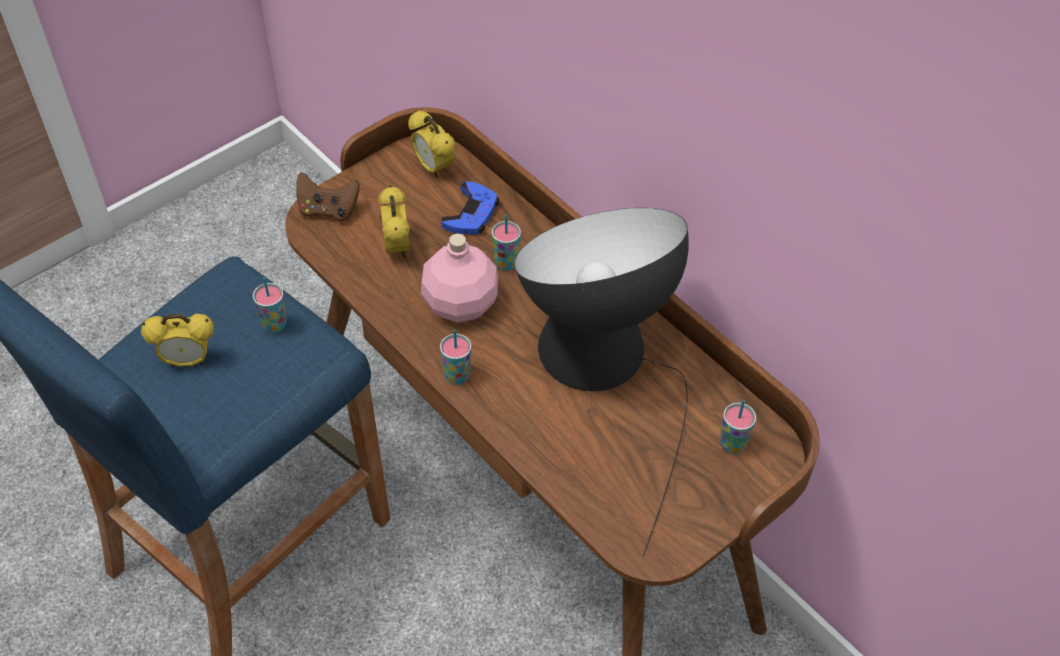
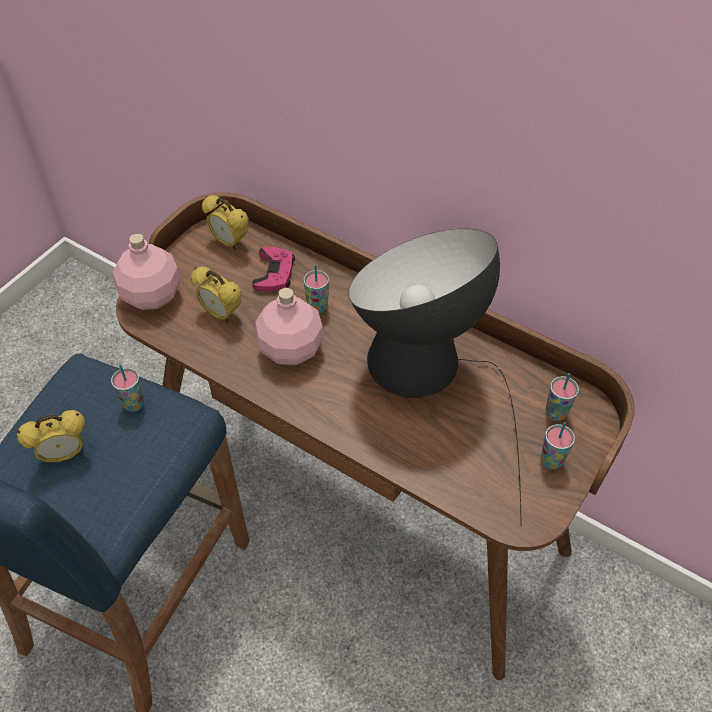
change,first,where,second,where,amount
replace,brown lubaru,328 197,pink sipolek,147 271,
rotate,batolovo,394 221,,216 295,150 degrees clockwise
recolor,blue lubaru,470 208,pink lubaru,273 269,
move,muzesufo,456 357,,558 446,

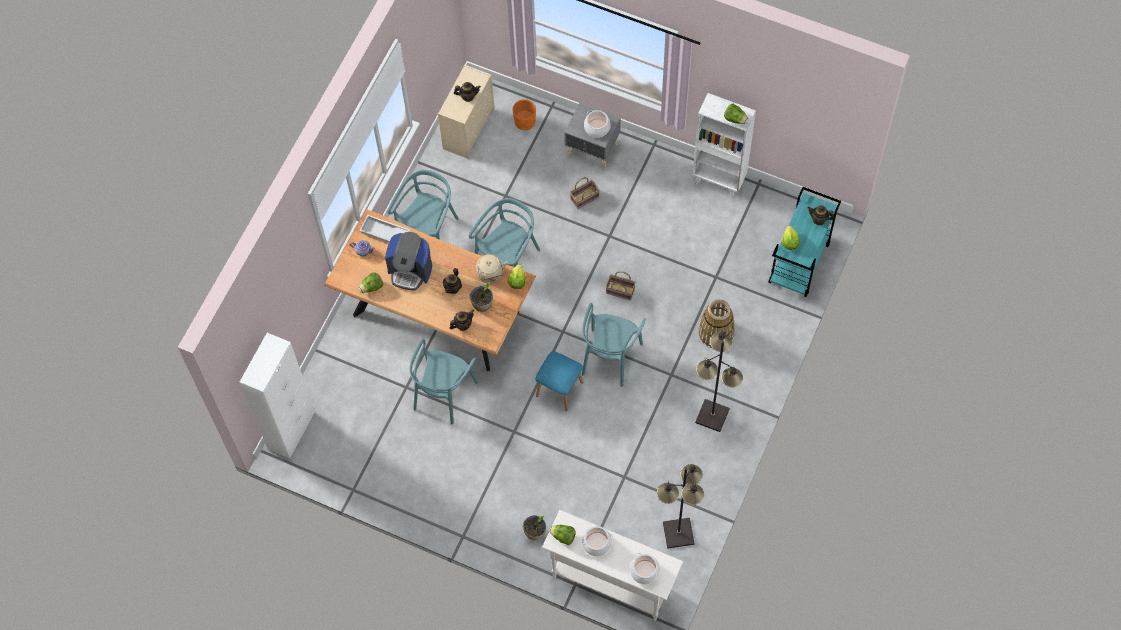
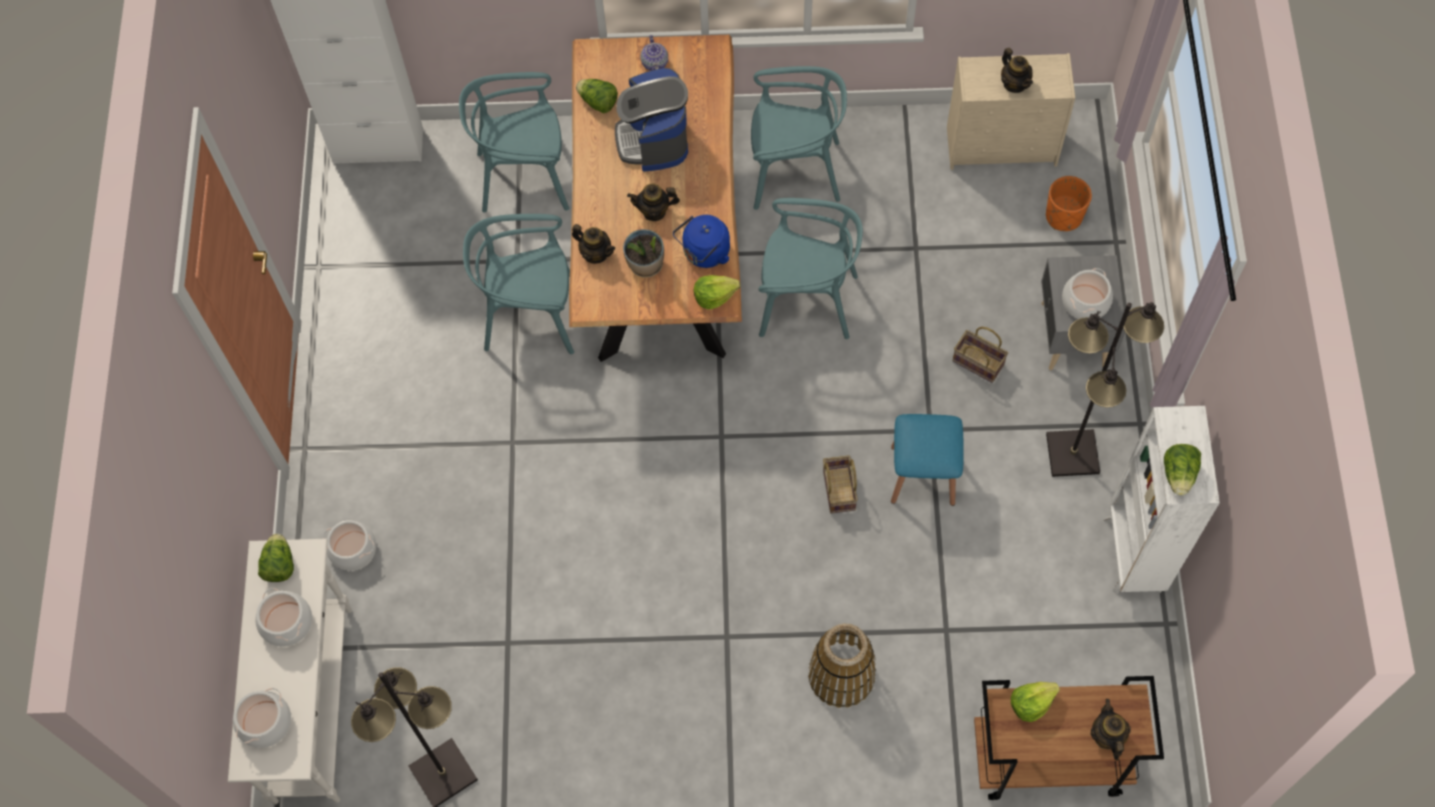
change,first,where,second,where,amount
replace,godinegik,534 528,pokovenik,349 545,
move,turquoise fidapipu,614 345,,514 142,
recolor,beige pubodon,491 268,blue pubodon,701 241,
move,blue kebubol,559 381,,927 460,
recolor,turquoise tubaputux,804 242,brown tubaputux,1069 738,
move,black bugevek,719 381,,1105 389,
delete,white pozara,384 228,,,

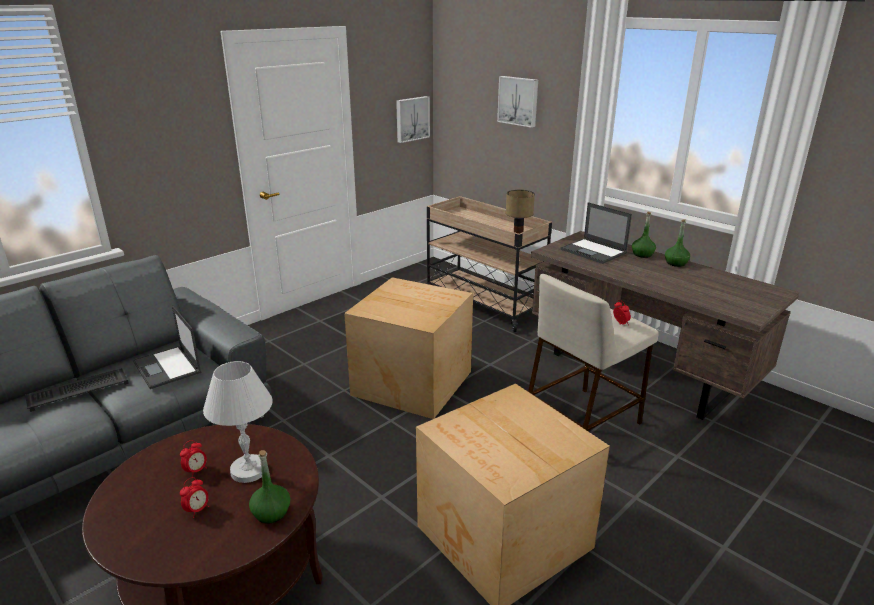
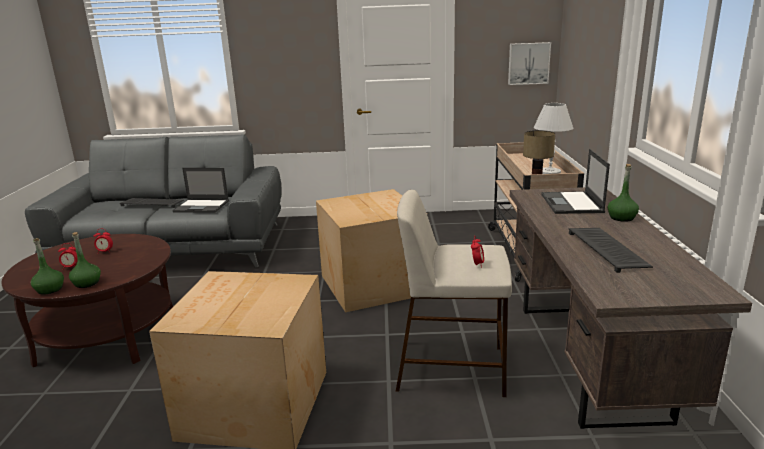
change,first,where,second,where,amount
move,green sipolek,677 243,,47 266,
rotate,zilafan,167 347,,200 190,90 degrees counterclockwise
move,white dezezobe,238 422,,553 138,
insert,,,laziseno,611 250,
delete,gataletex,517 102,,,

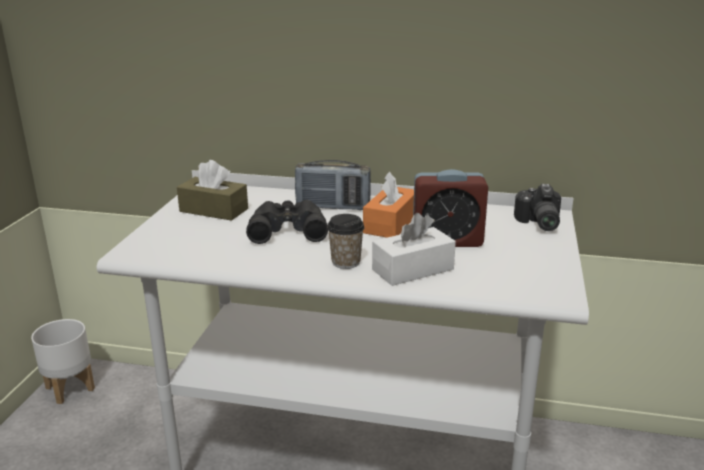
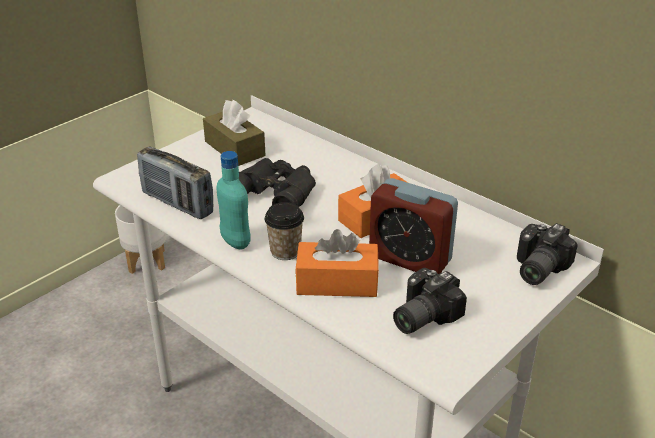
change,first,where,second,where,amount
move,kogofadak,333 185,,175 183,
insert,,,turquoise sipolek,233 200,
recolor,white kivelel,414 249,orange kivelel,337 263,
insert,,,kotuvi,430 301,

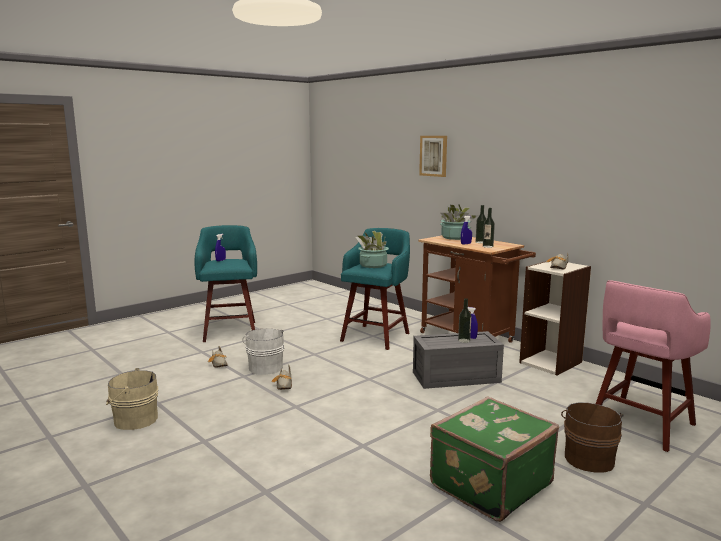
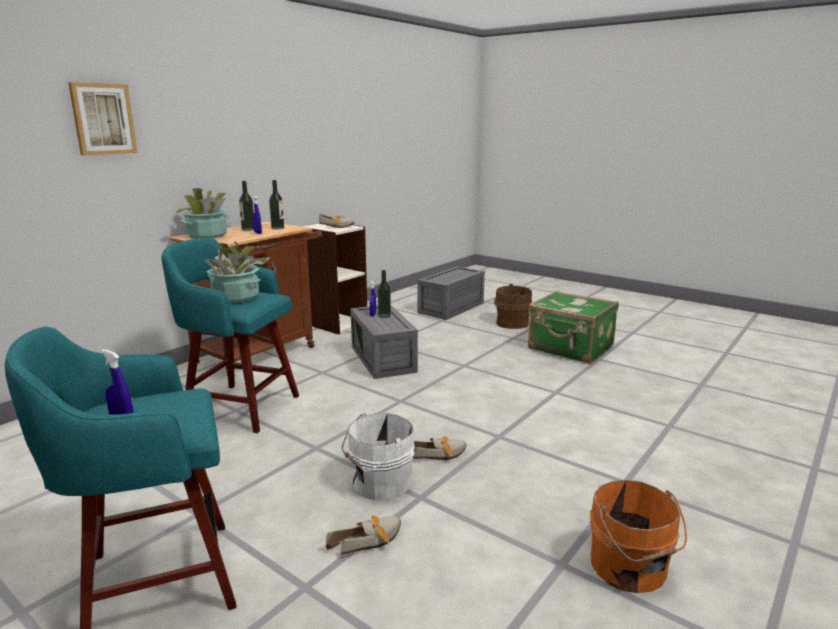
change,first,where,second,where,amount
replace,pink kebubol,653 366,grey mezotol,451 293,
recolor,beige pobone,132 399,orange pobone,638 536,

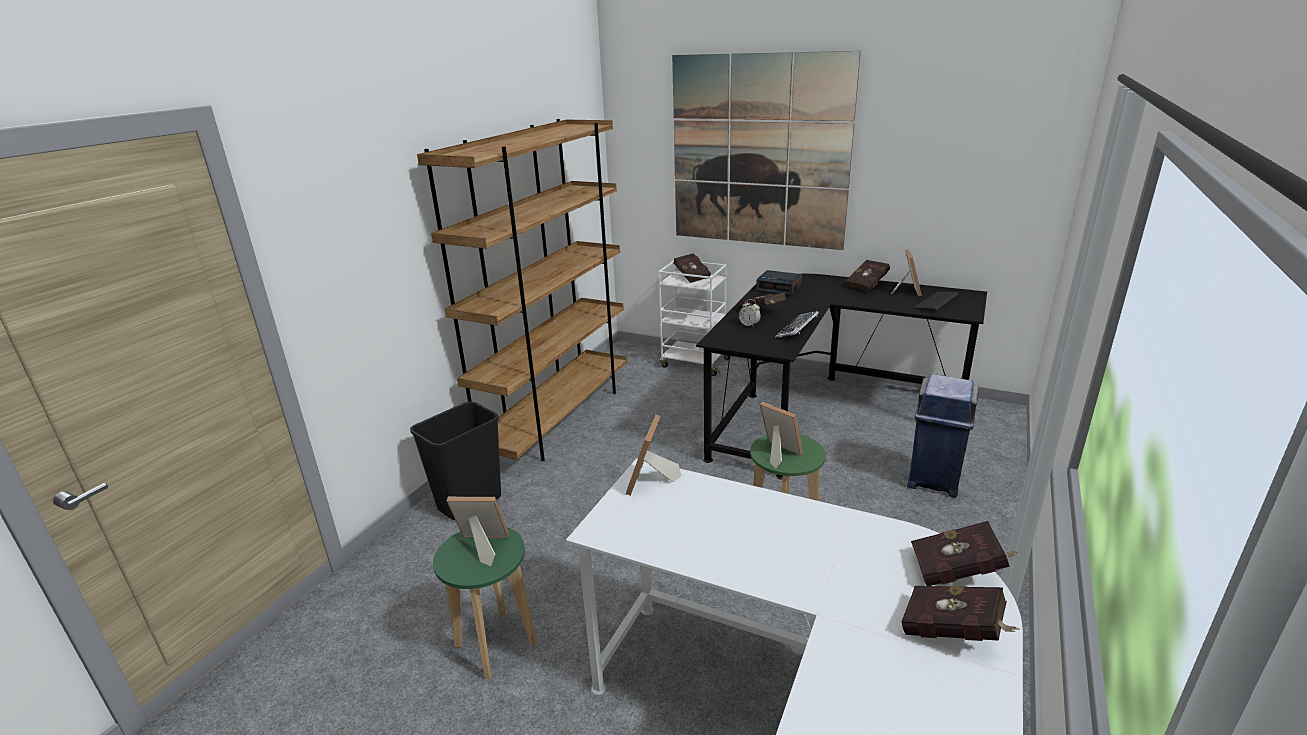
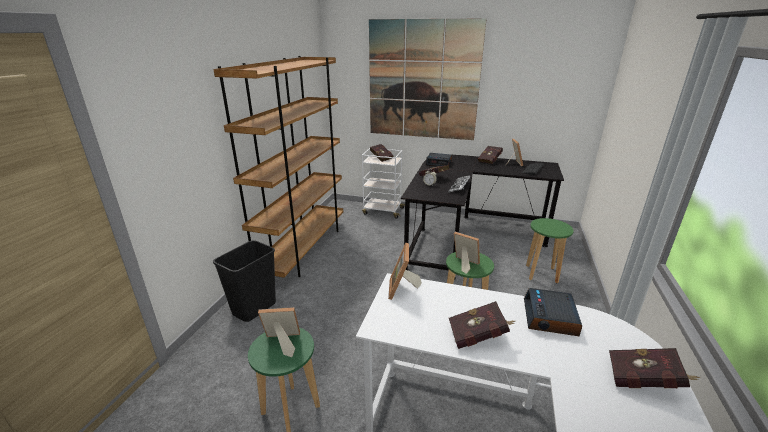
change,first,where,second,where,amount
move,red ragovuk,964 553,,482 325,
insert,,,batolovo,553 312,
replace,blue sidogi,943 436,green kebubol,550 250,

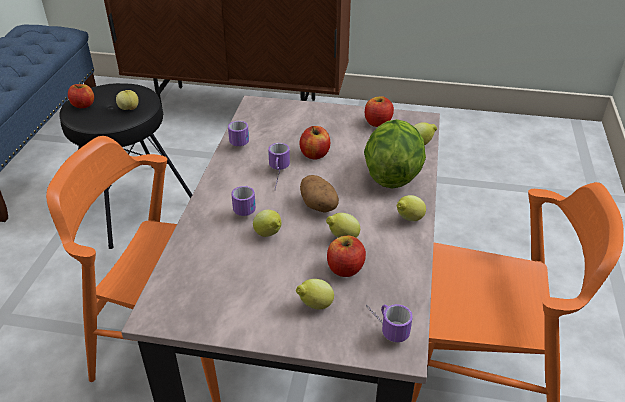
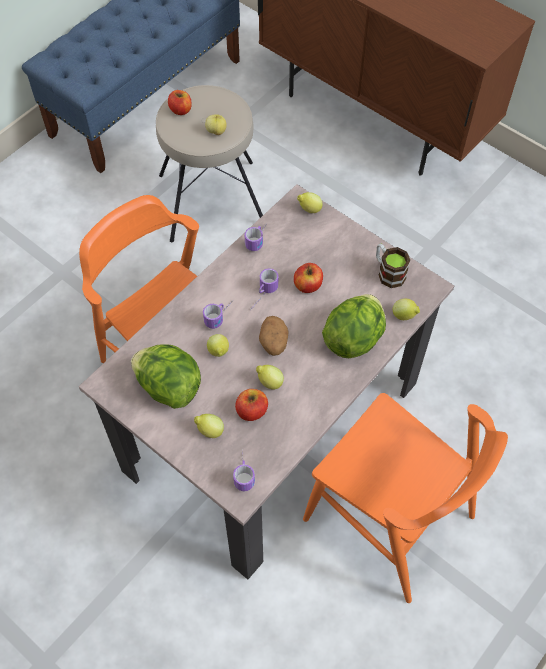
change,first,where,second,where,amount
insert,,,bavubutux,166 376,
recolor,black kebubol,125 166,beige kebubol,209 163,
move,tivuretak,411 208,,310 202,
replace,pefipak,379 111,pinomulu,393 265,

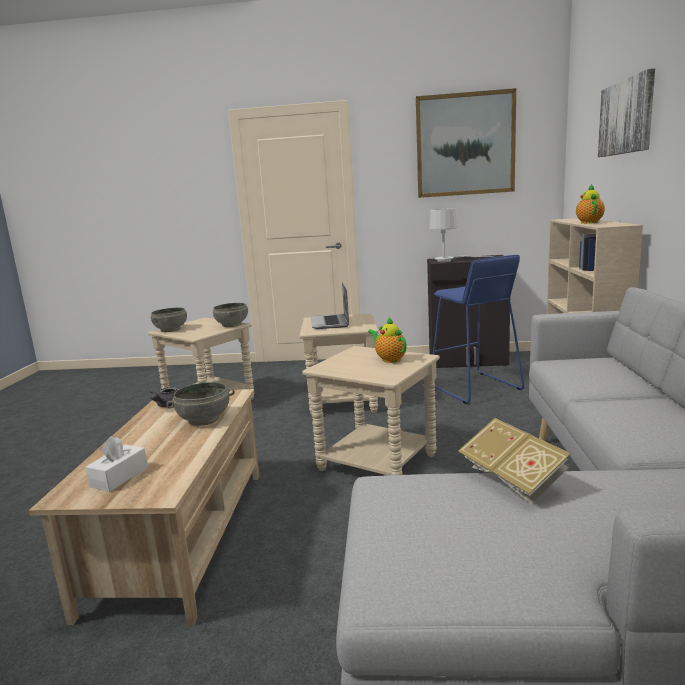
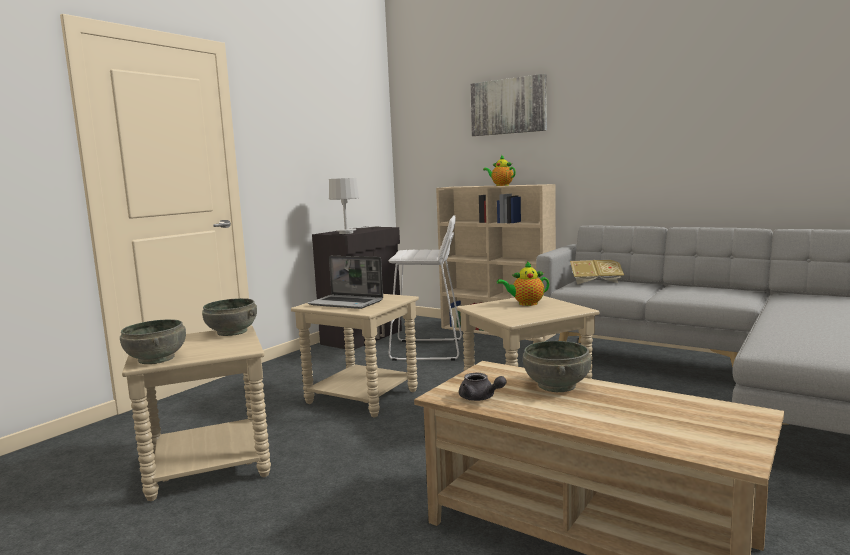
change,first,where,second,where,amount
recolor,blue kebubol,478 329,white kebubol,425 288,
move,ragovuk,514 461,,597 272,
delete,white kivelel,116 464,,,
delete,gataletex,466 143,,,

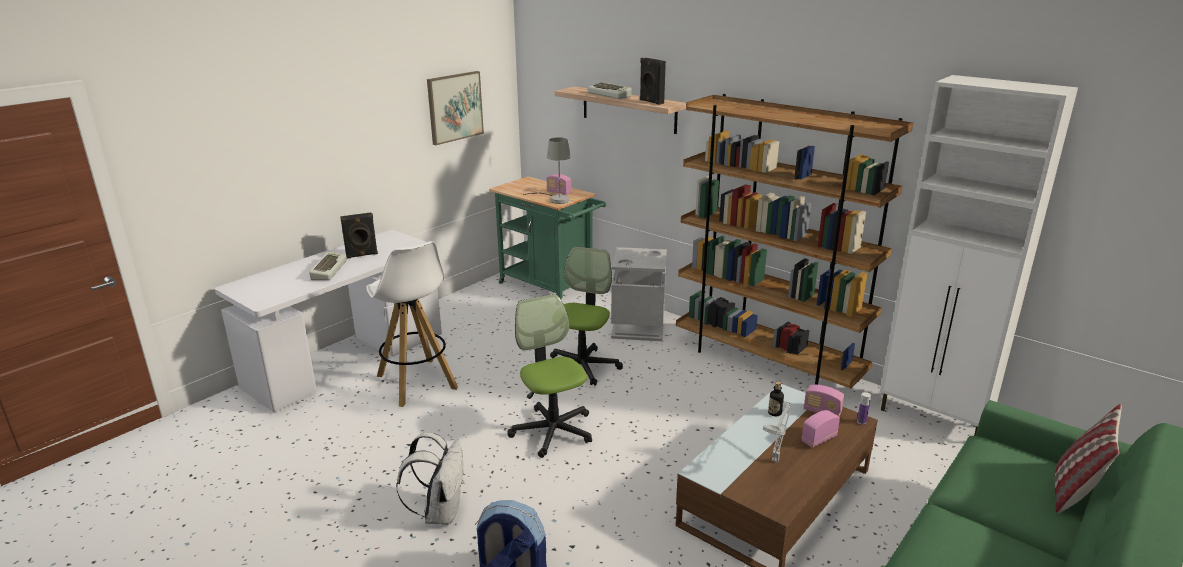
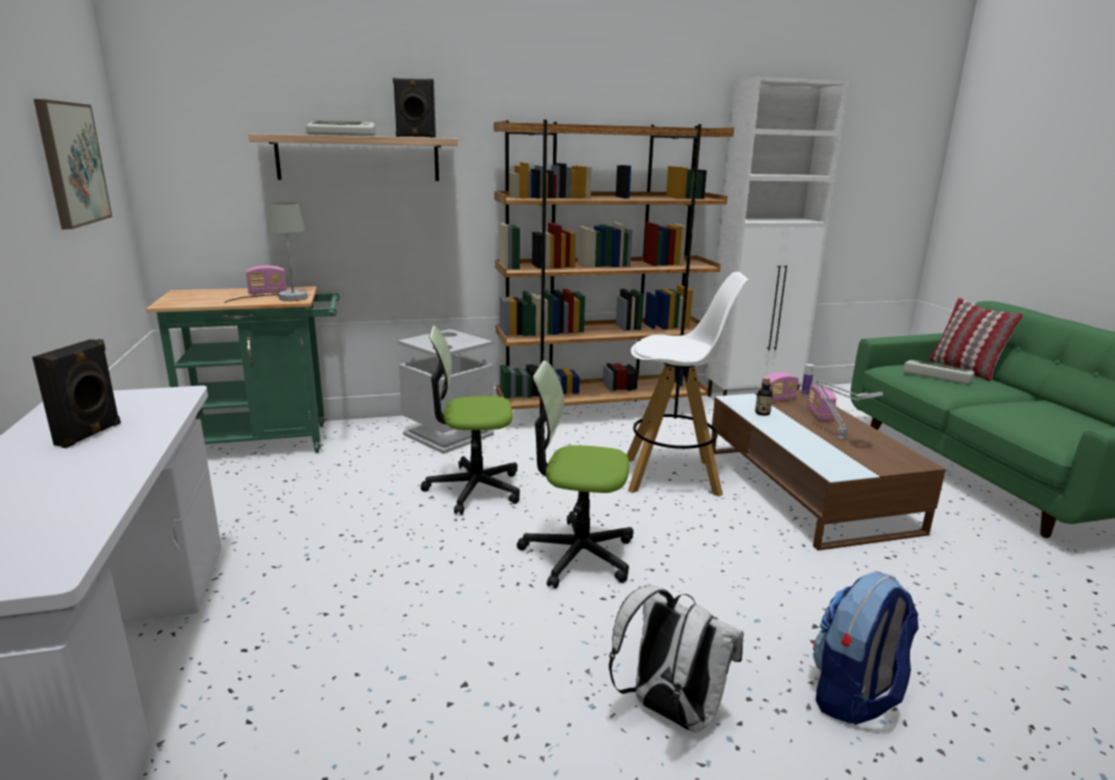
change,first,where,second,where,amount
rotate,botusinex,586 316,,470 420,60 degrees counterclockwise
move,white kebubol,412 324,,688 384,
move,laziseno,328 266,,938 372,

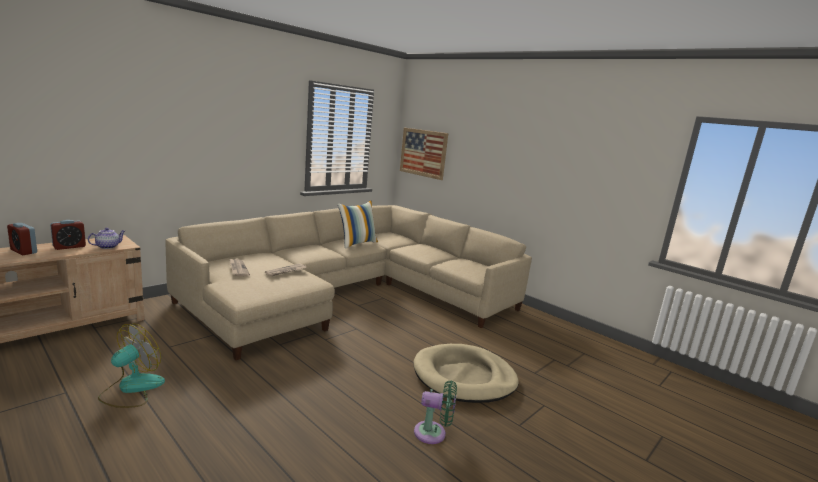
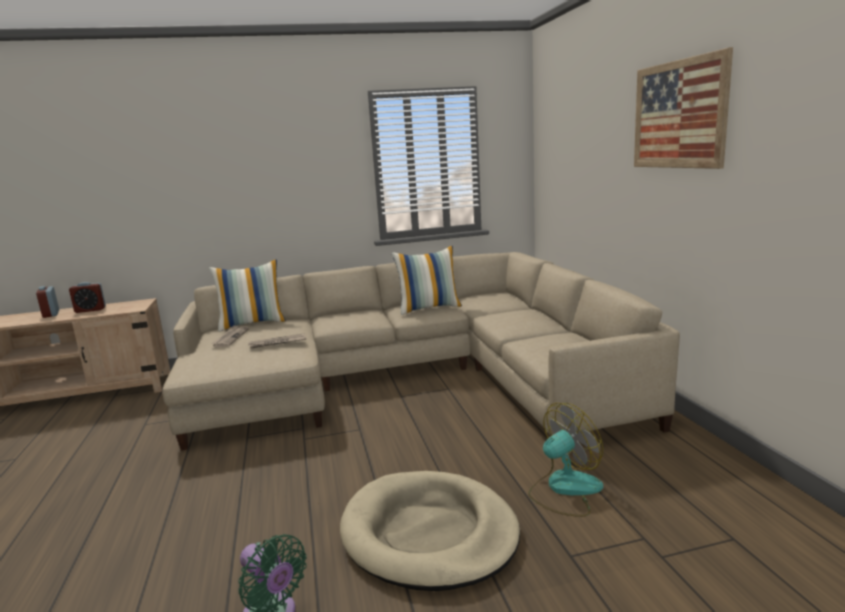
change,first,where,second,where,amount
insert,,,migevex,247 295,
move,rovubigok,131 366,,565 460,
move,gataletex,424 154,,683 108,
delete,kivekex,106 238,,,

